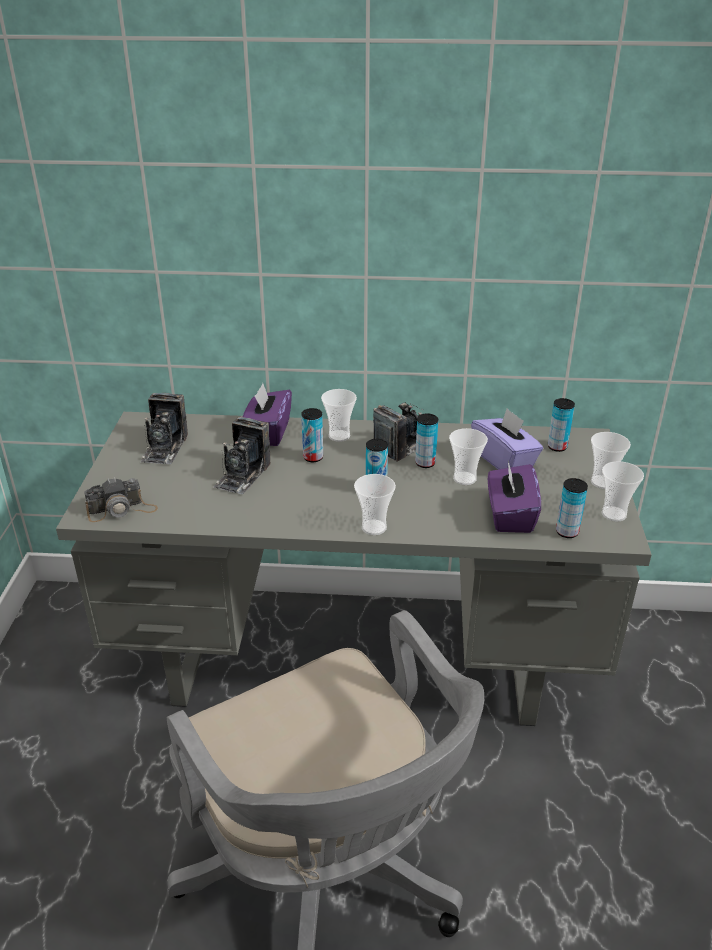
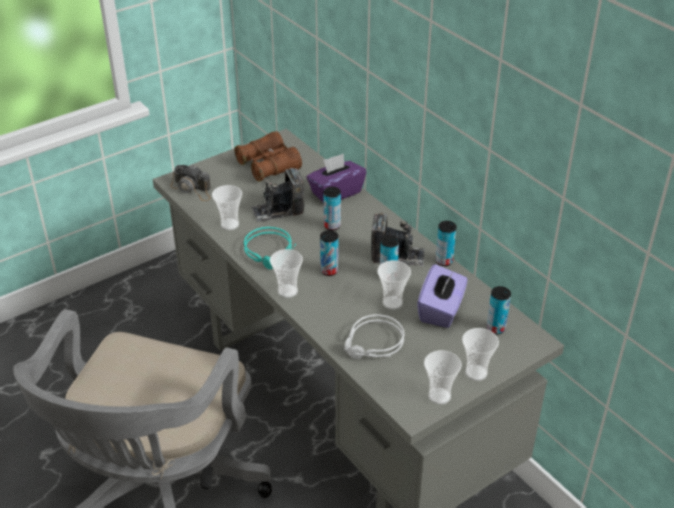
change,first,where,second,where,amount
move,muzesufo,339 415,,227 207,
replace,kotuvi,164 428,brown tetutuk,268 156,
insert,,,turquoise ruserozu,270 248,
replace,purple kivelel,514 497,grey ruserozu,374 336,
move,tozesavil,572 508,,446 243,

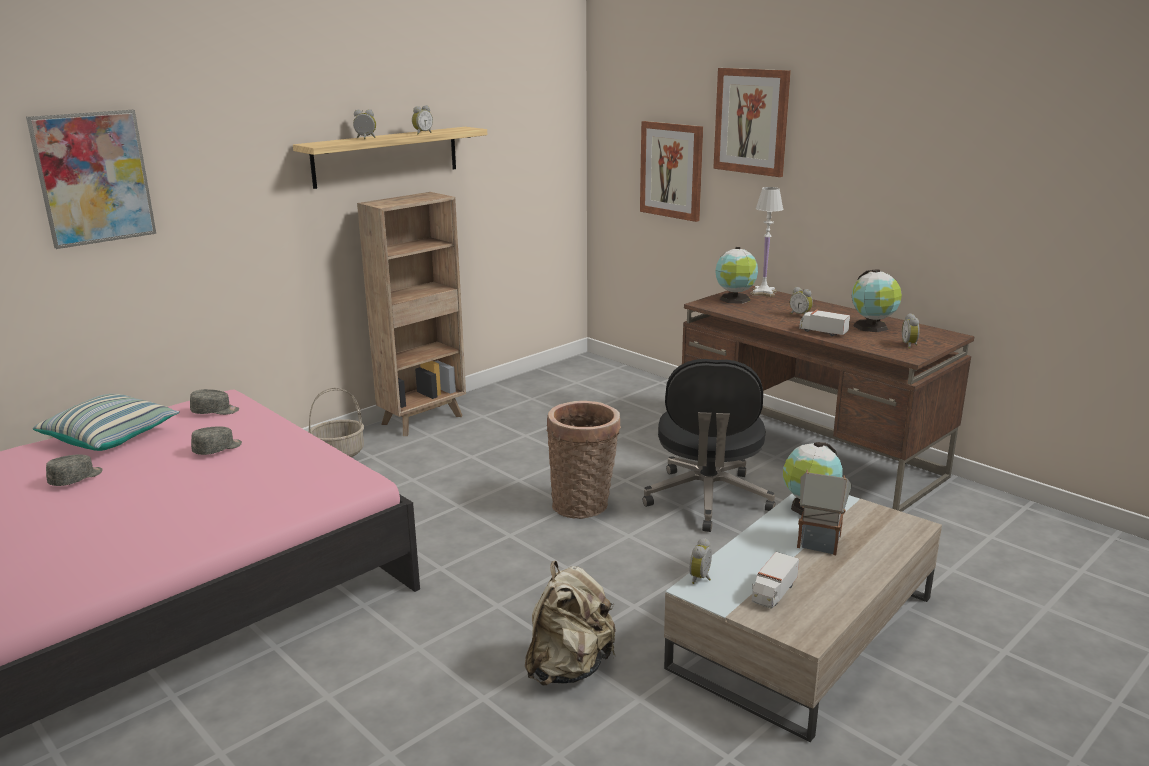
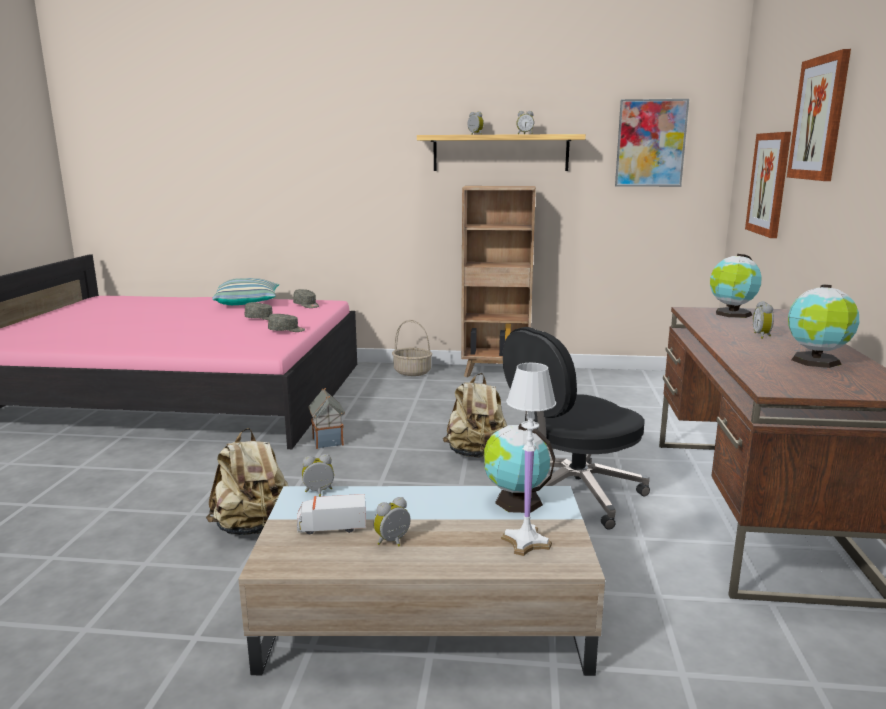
change,first,where,second,where,amount
move,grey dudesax,74 470,,286 323,
move,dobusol,824 512,,326 418,
move,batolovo,911 331,,392 522,
replace,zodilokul,584 460,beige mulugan,475 415,
move,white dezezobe,767 242,,528 459,
move,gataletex,91 179,,652 143,
delete,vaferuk,824 323,,,

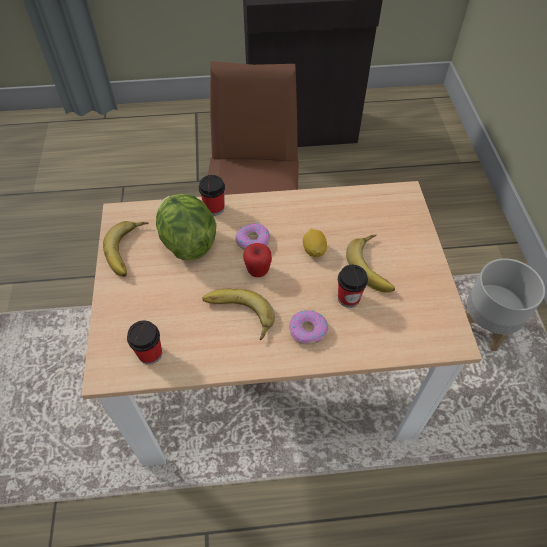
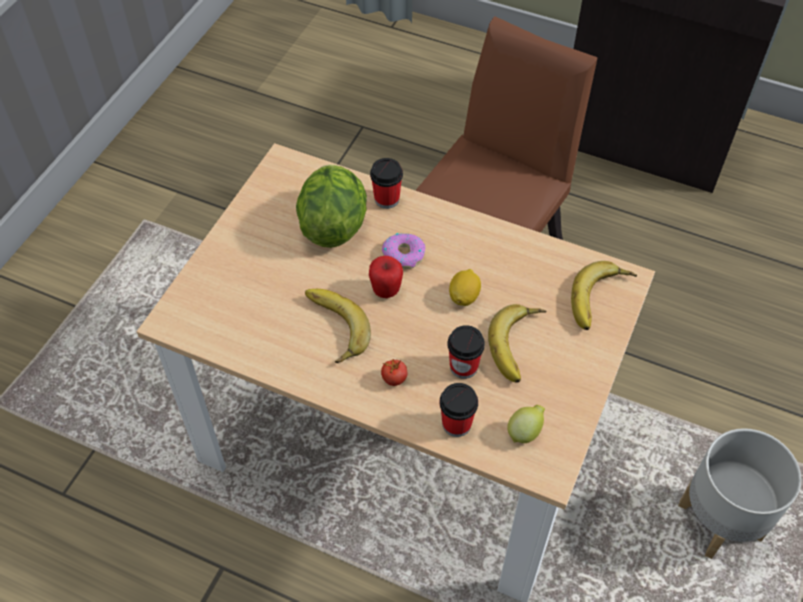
change,first,where,second,where,amount
replace,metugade,308 327,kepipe,394 372,
move,muzesufo,144 343,,458 410,
insert,,,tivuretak,526 424,
move,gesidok,125 249,,604 295,

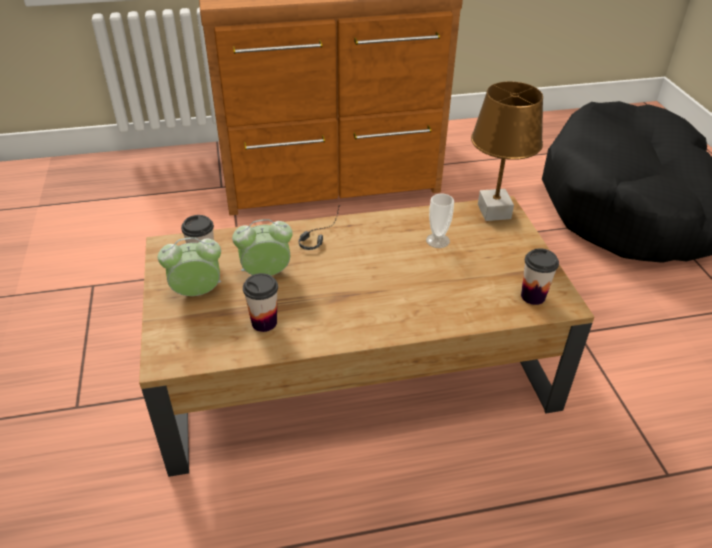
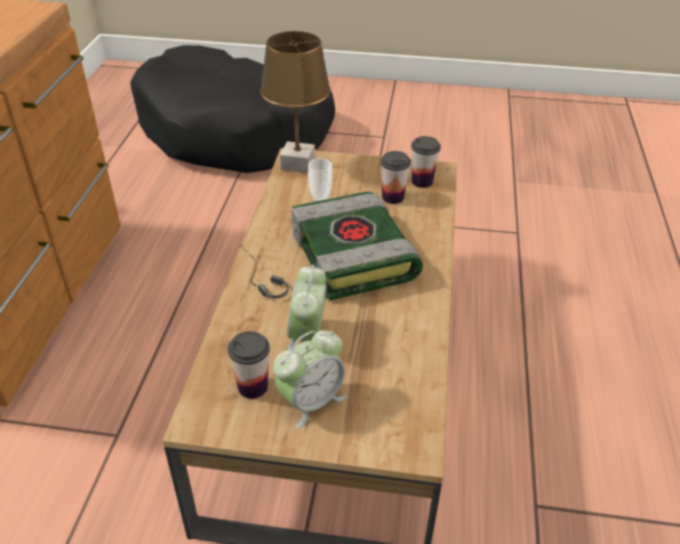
change,first,where,second,where,amount
rotate,batolovo,189 266,,309 379,135 degrees counterclockwise
insert,,,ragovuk,357 246,
move,muzesufo,260 302,,395 177,

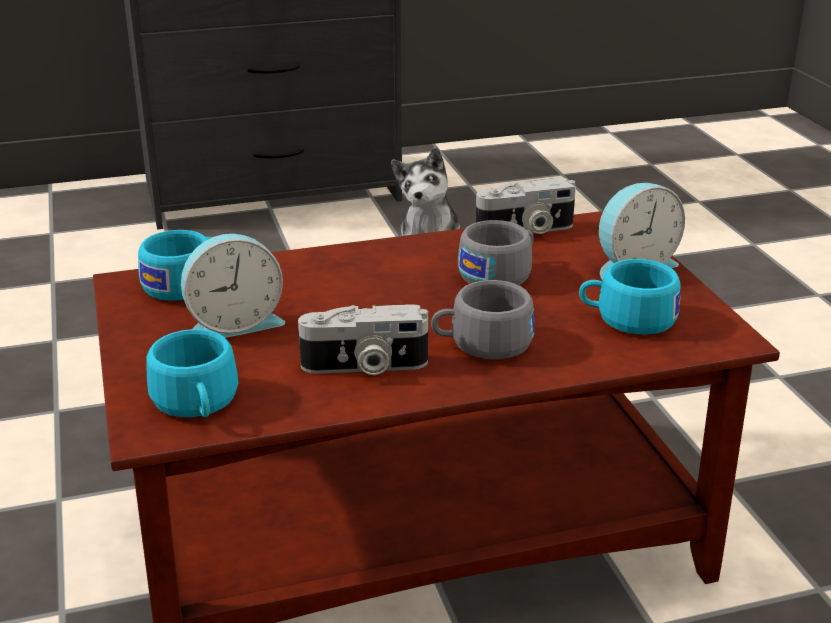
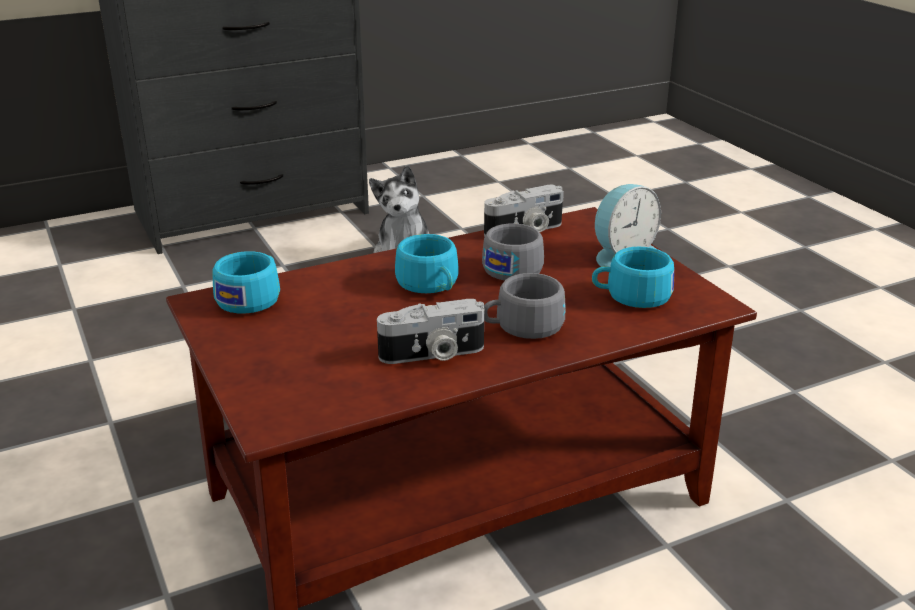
change,first,where,second,where,amount
move,turquoise muzesufo,192 373,,427 263,
delete,batolovo,233 286,,,

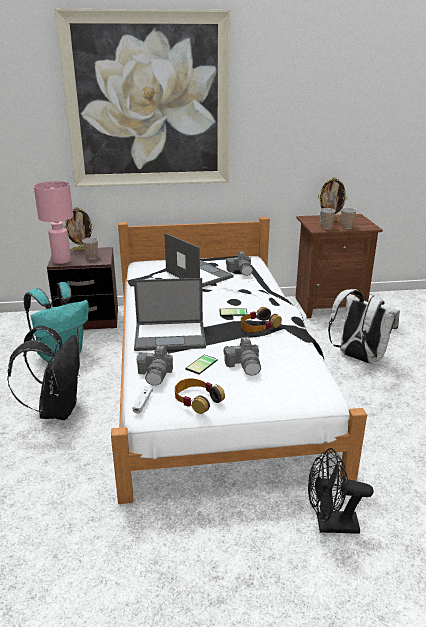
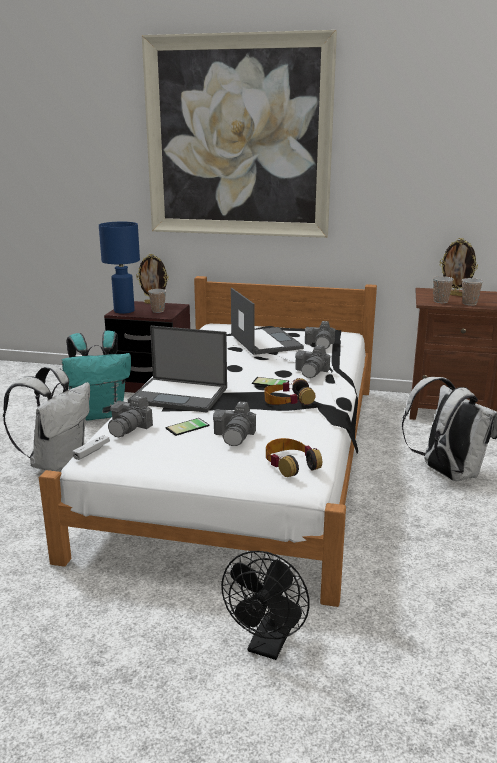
change,first,where,second,where,amount
recolor,black mulugan,43 373,white mulugan,46 419,
recolor,pink dezezobe,53 222,blue dezezobe,119 268,
rotate,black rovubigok,340 491,,265 605,90 degrees counterclockwise
move,ruserozu,200 396,,294 457,
insert,,,kotuvi,312 361,

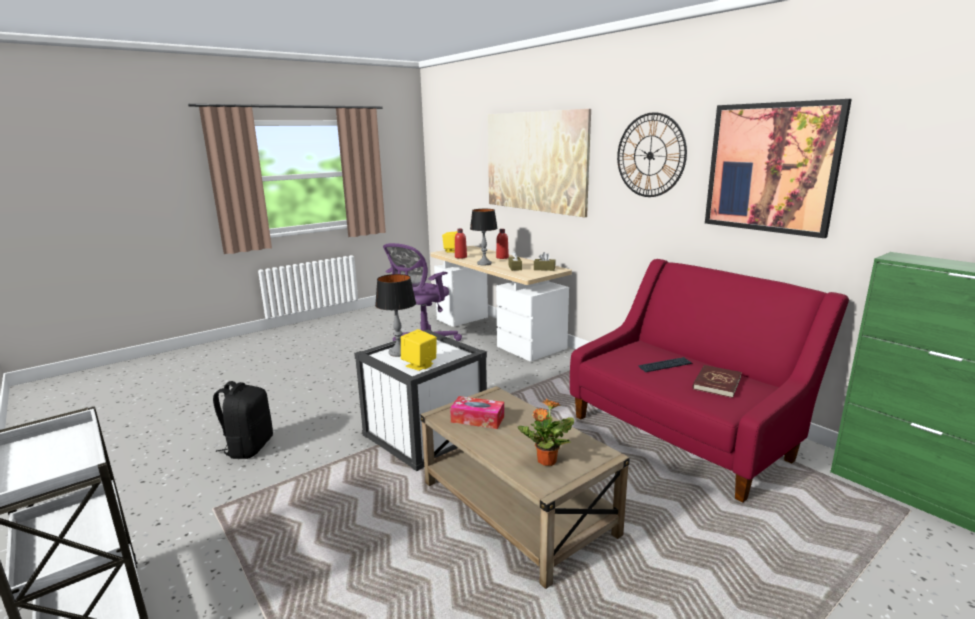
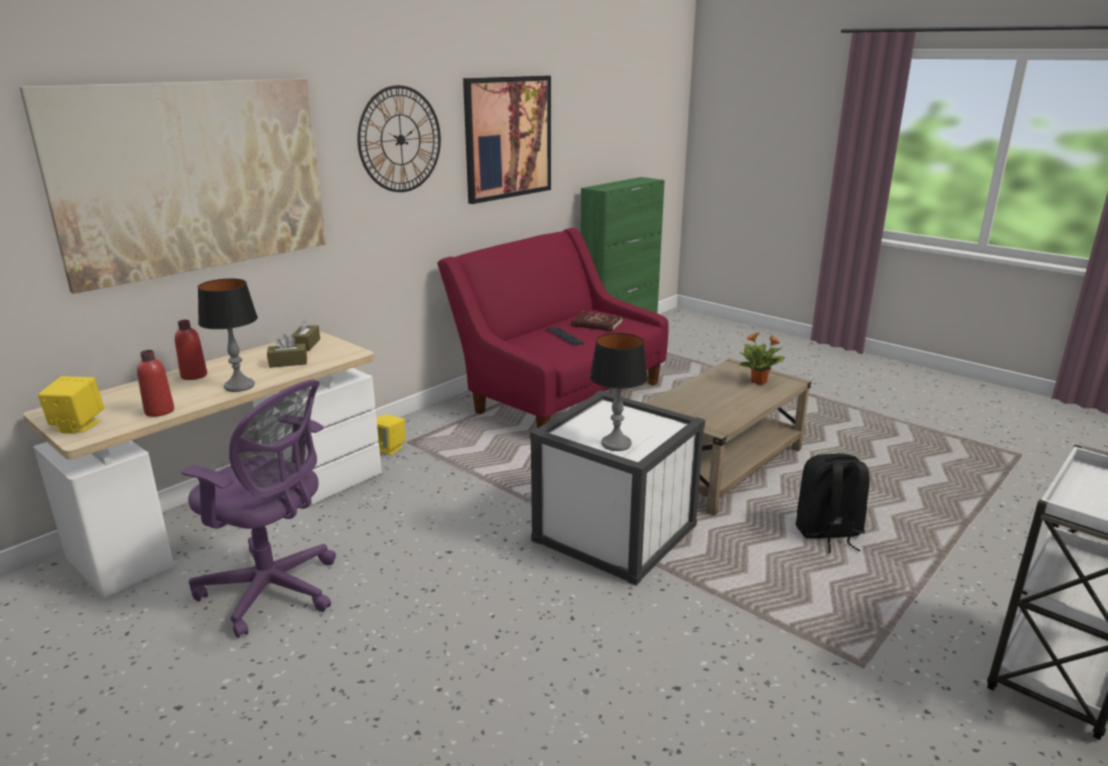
change,first,where,second,where,amount
move,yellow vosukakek,419 350,,390 434,
move,black mulugan,243 420,,833 503,
delete,kivelel,477 412,,,

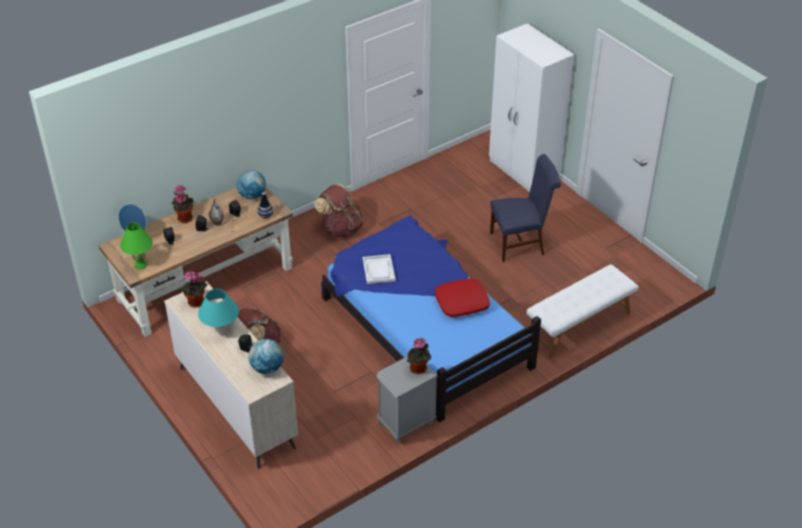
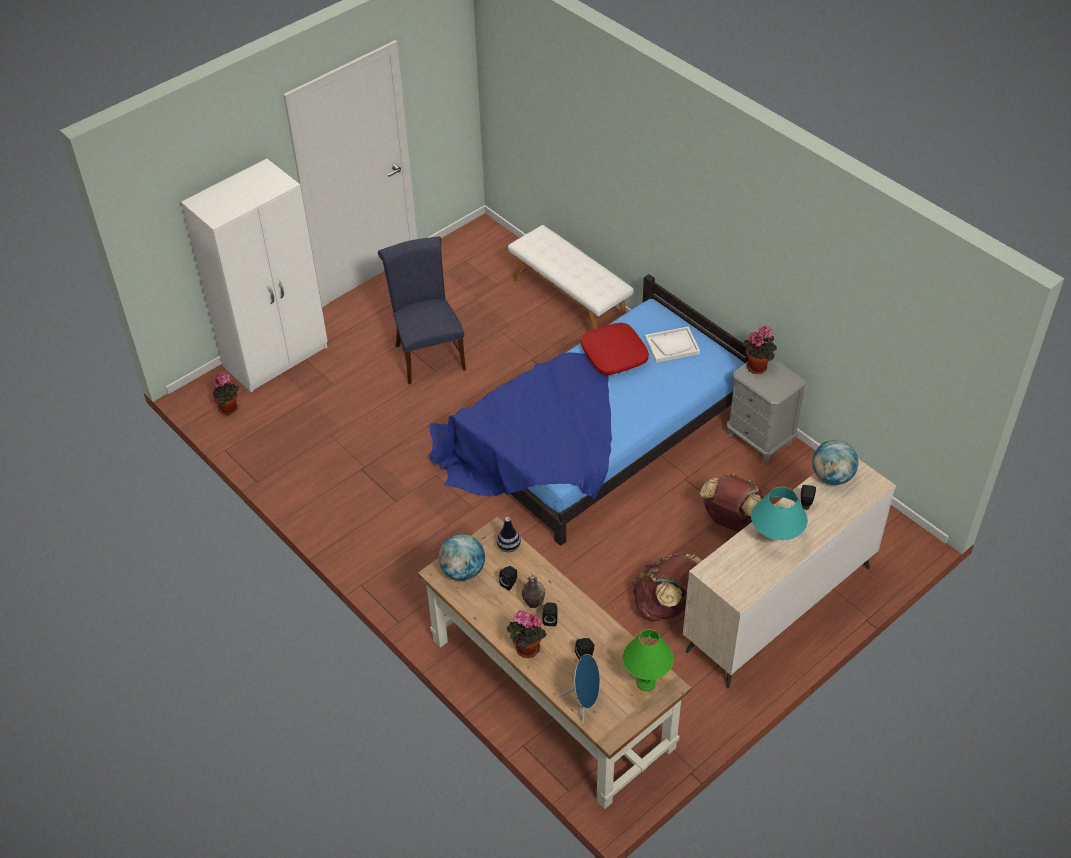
change,first,where,second,where,amount
move,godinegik,194 289,,225 393,
move,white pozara,379 269,,672 345,
move,brown mulugan,338 211,,732 503,

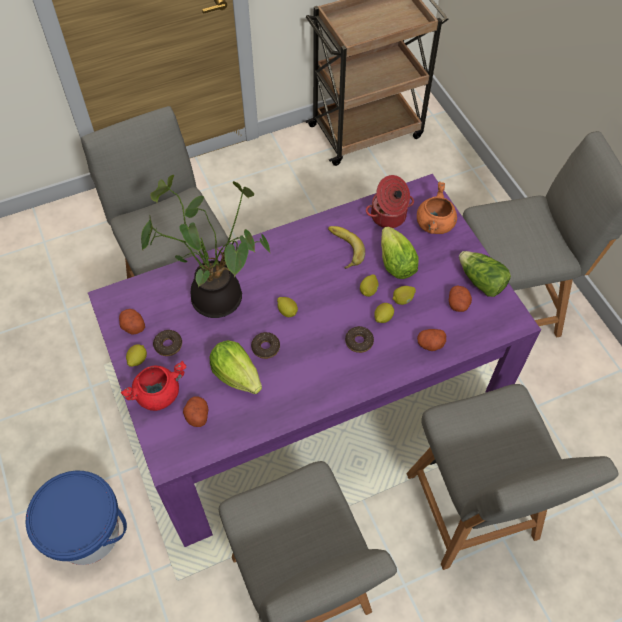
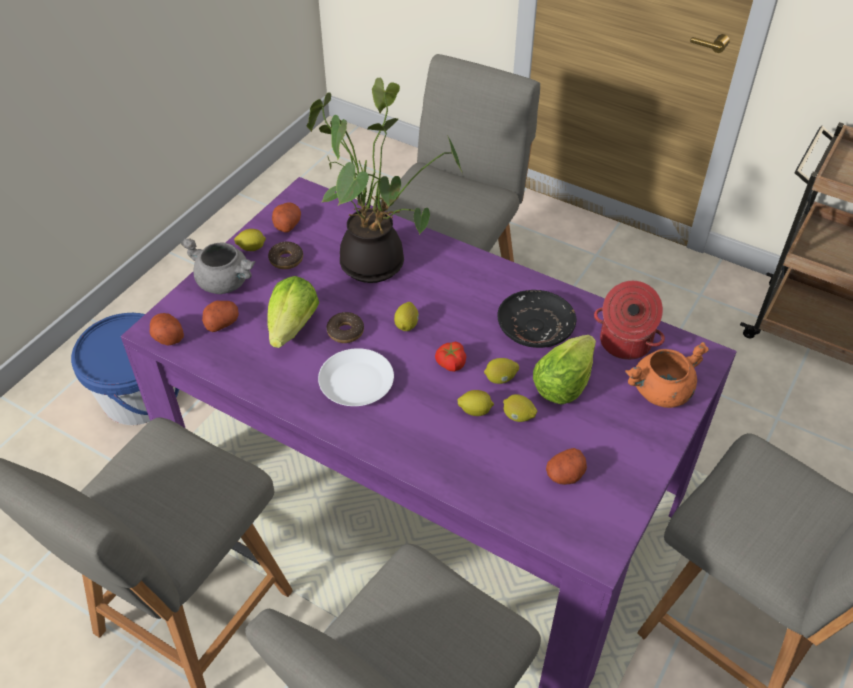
change,first,where,second,where,amount
move,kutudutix,431 340,,166 329,
recolor,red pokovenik,154 386,grey pokovenik,218 266,
insert,,,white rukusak,356 377,
insert,,,kepipe,450 357,
replace,gesidok,346 247,black rukusak,536 319,
delete,metugade,359 339,,,
delete,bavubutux,485 274,,,

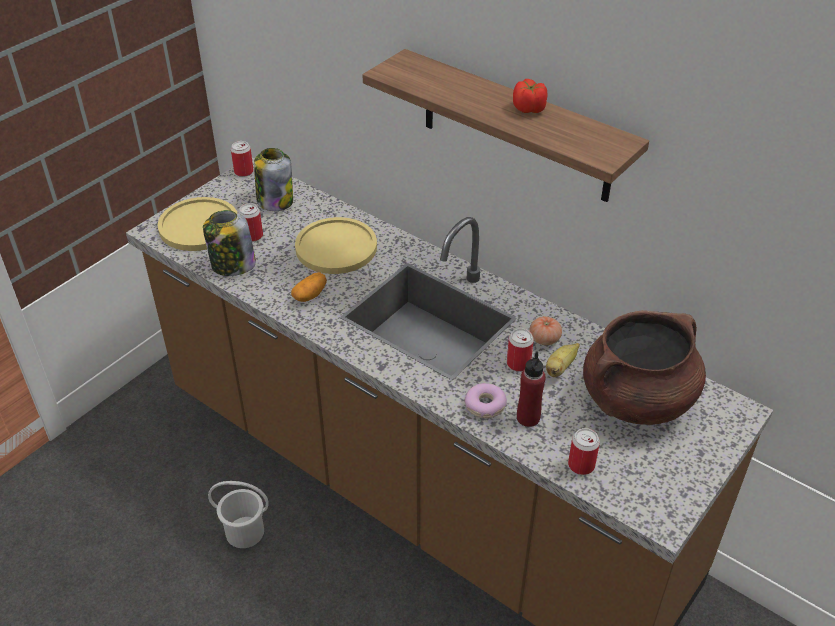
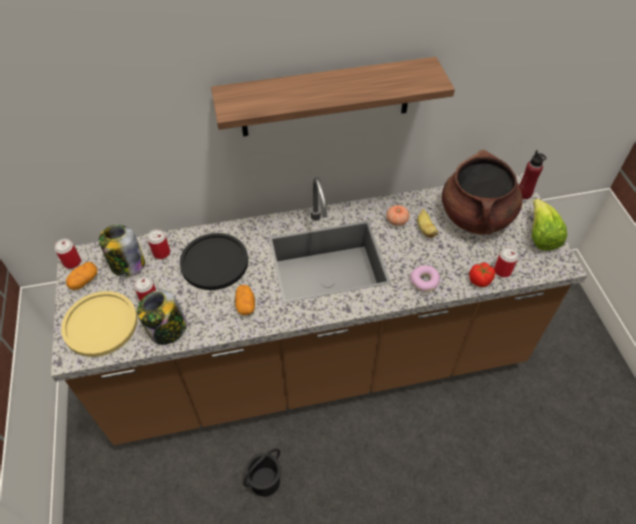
change,first,where,second,where,amount
insert,,,kutudutix,81 276,
move,tozesavil,520 350,,158 244,
recolor,yellow rukusak,336 245,black rukusak,214 261,
recolor,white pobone,238 514,black pobone,262 472,
move,kepipe,530 96,,482 275,
move,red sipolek,531 389,,532 174,
insert,,,bavubutux,549 225,

